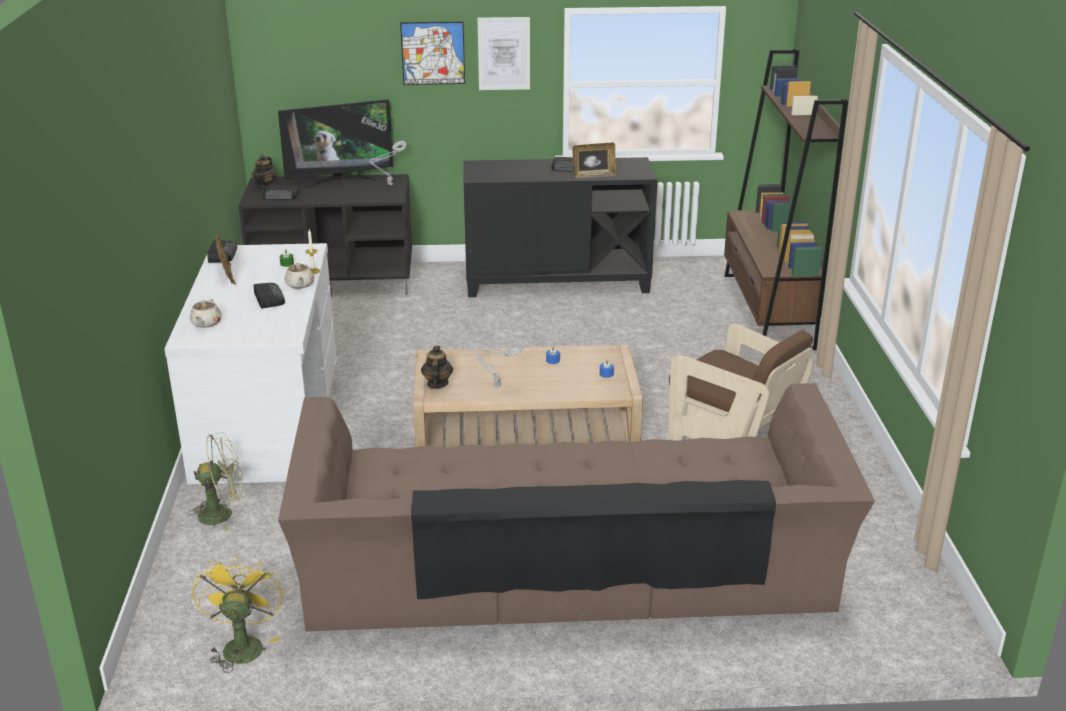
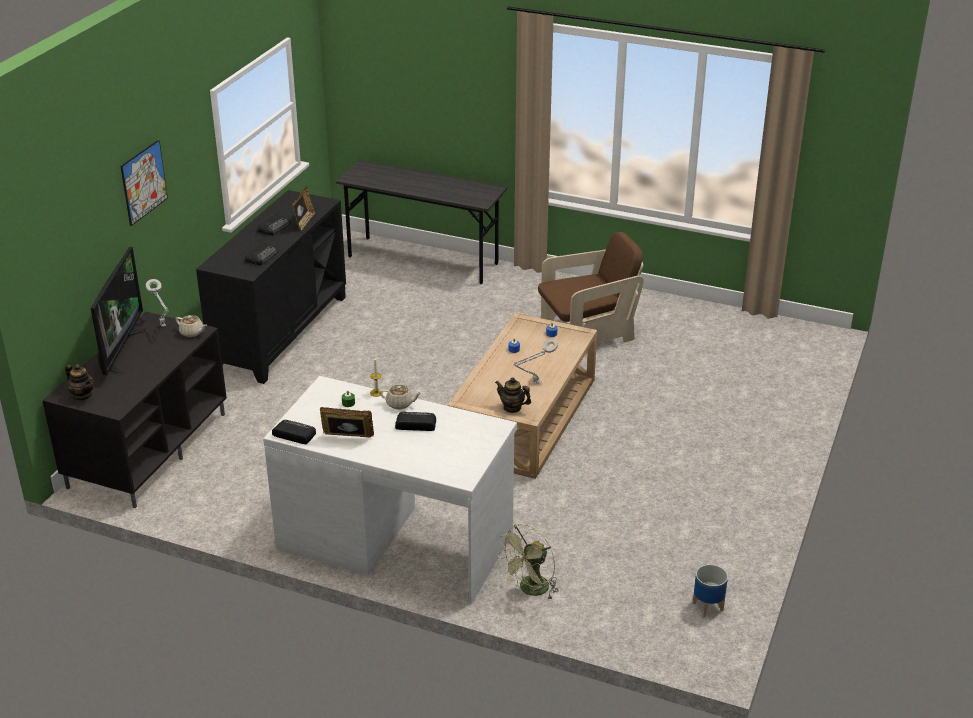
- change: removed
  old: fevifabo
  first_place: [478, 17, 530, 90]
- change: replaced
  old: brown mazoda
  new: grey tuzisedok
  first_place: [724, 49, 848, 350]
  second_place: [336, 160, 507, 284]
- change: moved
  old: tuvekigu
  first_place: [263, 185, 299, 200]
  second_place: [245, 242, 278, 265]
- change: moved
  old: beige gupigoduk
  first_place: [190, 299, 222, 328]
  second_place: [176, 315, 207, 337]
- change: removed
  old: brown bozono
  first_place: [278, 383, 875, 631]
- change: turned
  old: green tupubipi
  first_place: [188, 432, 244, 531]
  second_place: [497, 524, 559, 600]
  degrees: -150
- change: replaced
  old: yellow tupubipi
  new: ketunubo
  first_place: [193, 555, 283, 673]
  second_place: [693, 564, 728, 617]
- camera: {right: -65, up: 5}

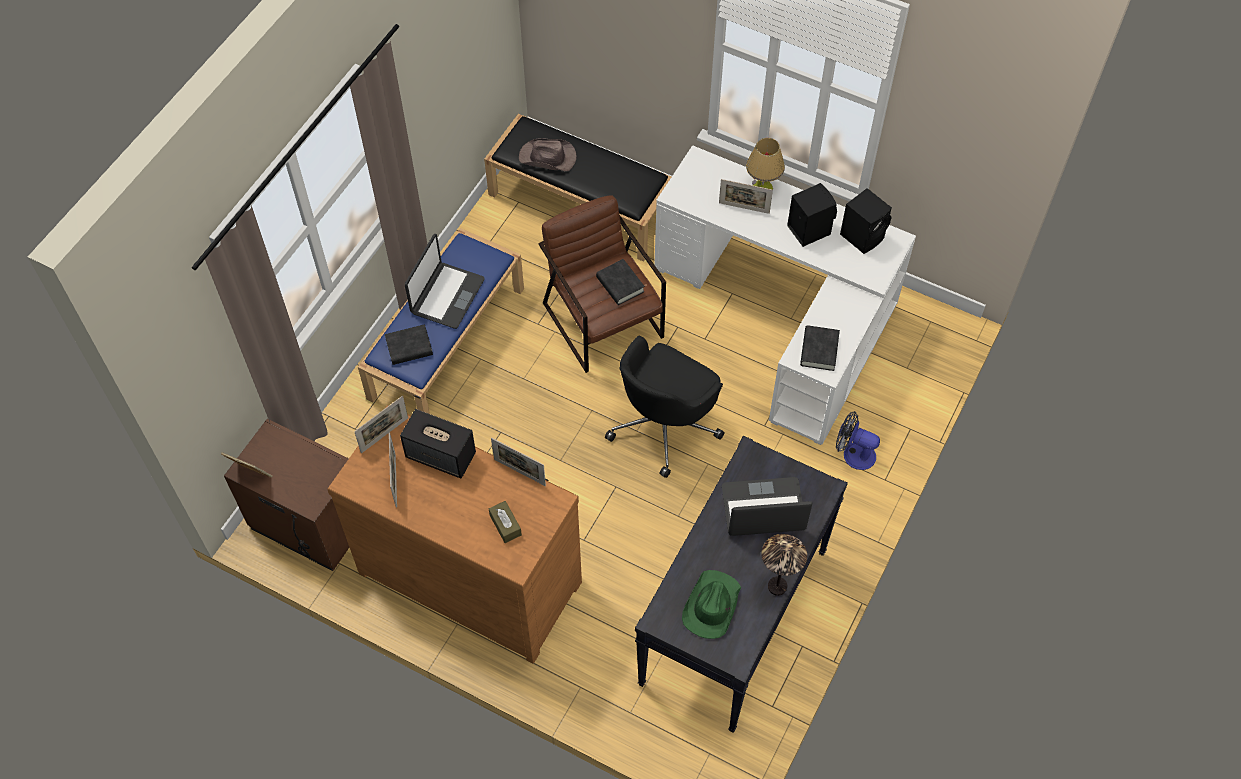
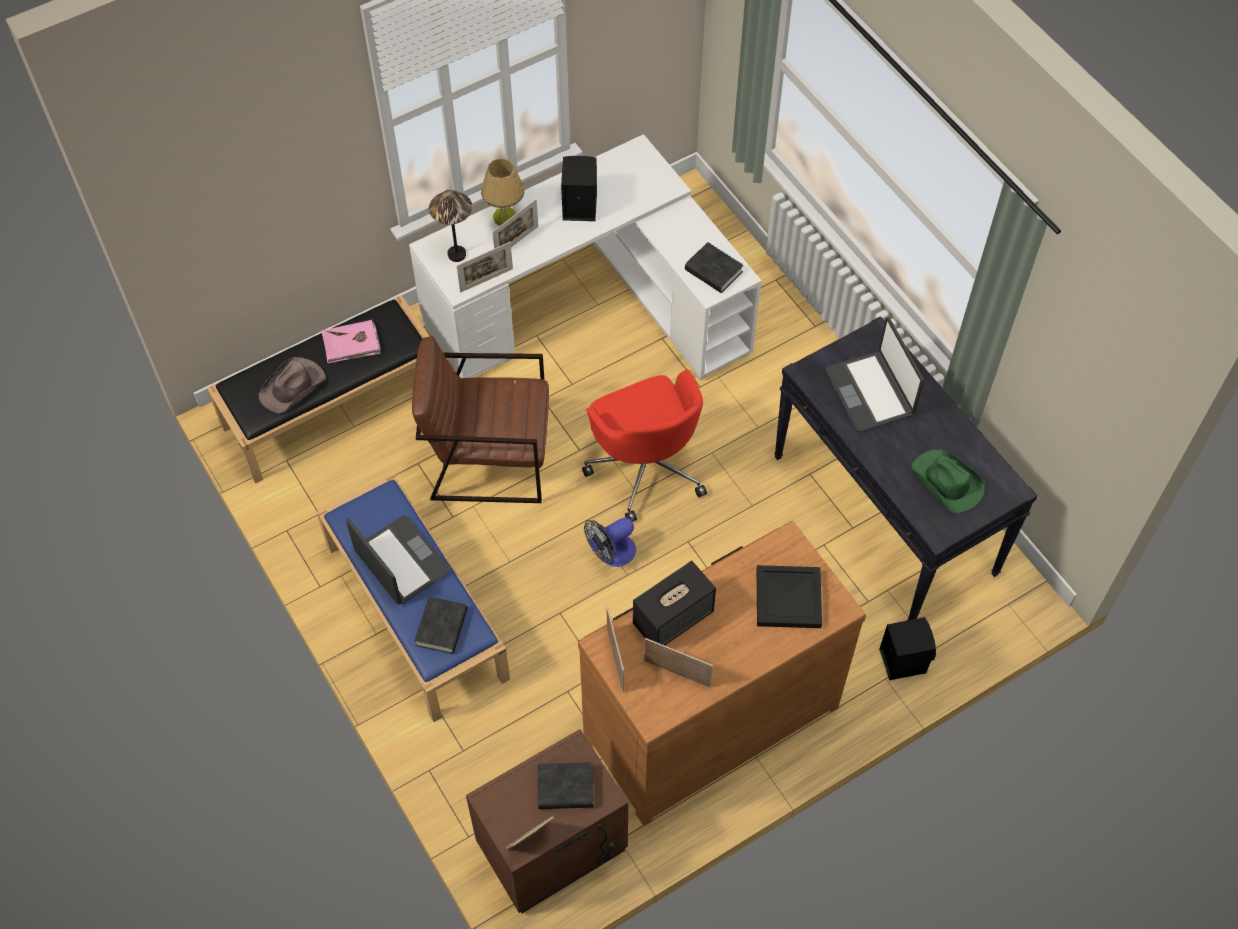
- change: moved
  old: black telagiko
  first_place: [840, 188, 892, 254]
  second_place: [879, 617, 936, 680]
- change: moved
  old: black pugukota
  first_place: [596, 259, 645, 305]
  second_place: [538, 762, 594, 809]
- change: recoloured
  old: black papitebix
  new: red papitebix
  first_place: [605, 336, 725, 478]
  second_place: [582, 370, 707, 522]
- change: moved
  old: tupubipi
  first_place: [836, 411, 880, 470]
  second_place: [584, 517, 636, 567]
- change: moved
  old: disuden
  first_place: [491, 438, 546, 486]
  second_place: [457, 242, 513, 293]
- change: turned
  old: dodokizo
  first_place: [722, 477, 812, 536]
  second_place: [825, 317, 924, 432]
  degrees: -45
- change: replaced
  old: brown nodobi
  new: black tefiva
  first_place: [489, 501, 522, 543]
  second_place: [757, 565, 822, 628]
- change: moved
  old: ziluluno
  first_place: [761, 534, 807, 596]
  second_place: [429, 190, 472, 262]
- change: added
  new: pink pugukota
  second_place: [321, 320, 381, 363]
- camera: {right: -60, up: 0}

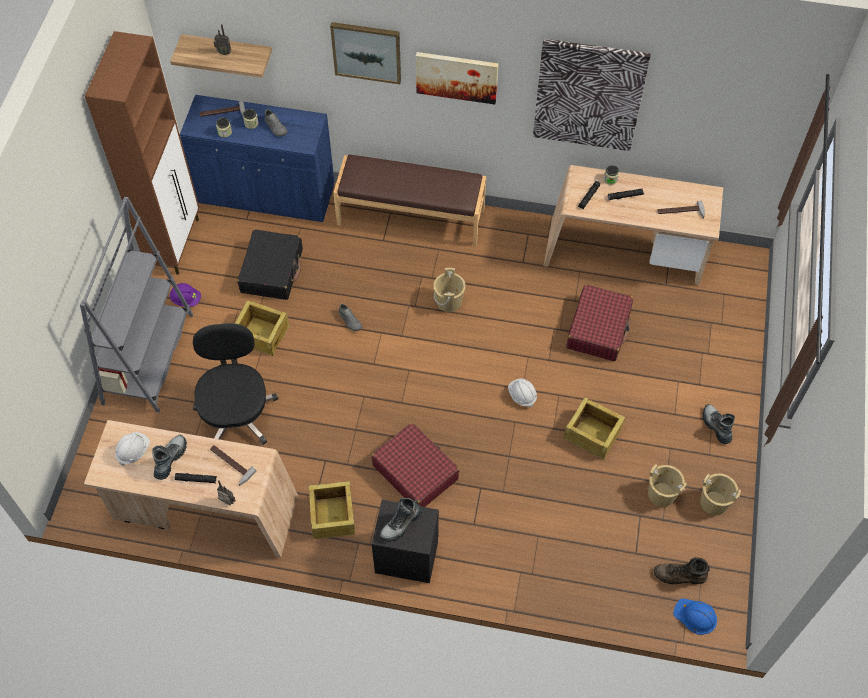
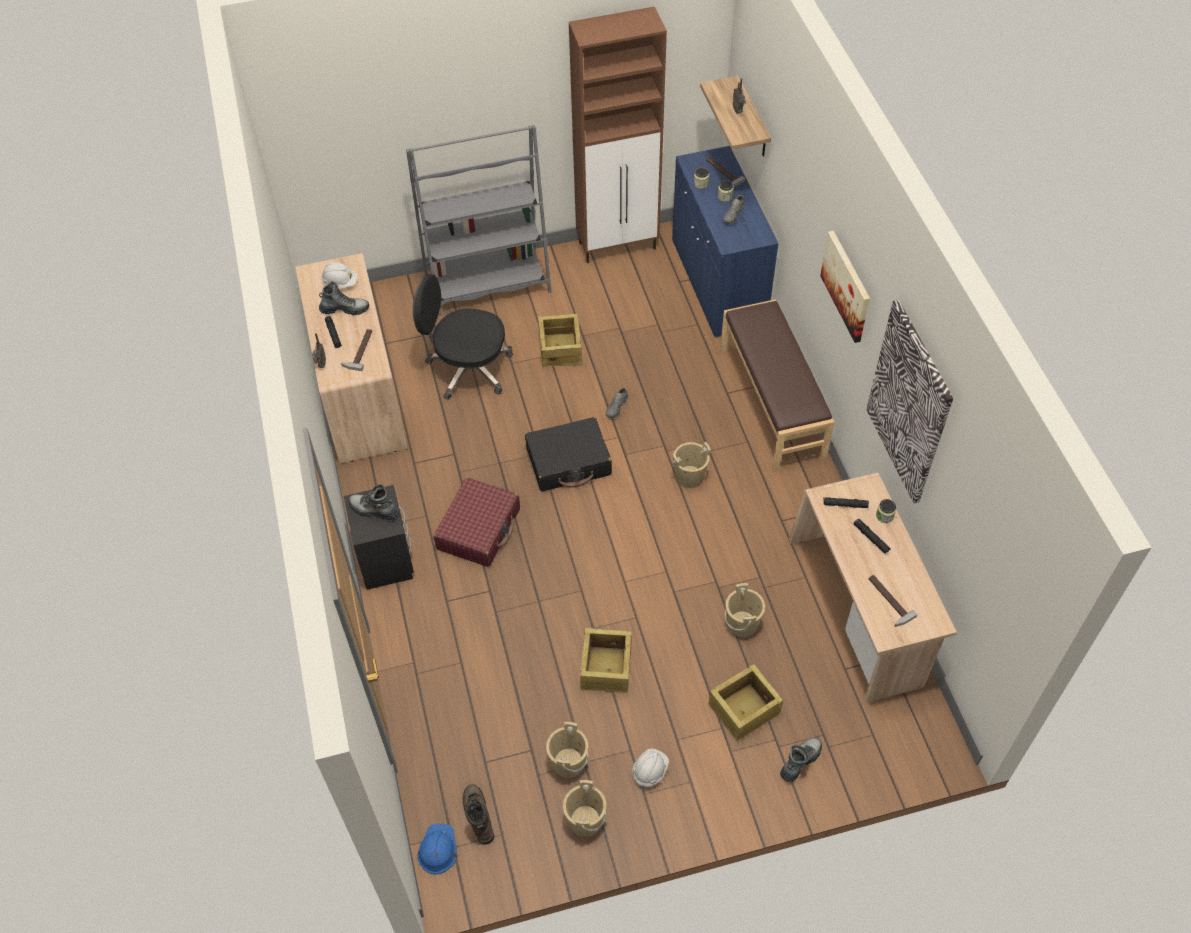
- change: removed
  old: fevifabo
  first_place: [330, 22, 401, 84]
- change: moved
  old: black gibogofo
  first_place: [237, 229, 303, 300]
  second_place: [525, 417, 612, 491]
- change: removed
  old: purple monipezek
  first_place: [170, 283, 201, 307]
- change: replaced
  old: red gibogofo
  new: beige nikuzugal
  first_place: [567, 284, 633, 361]
  second_place: [725, 583, 765, 637]
- change: turned
  old: black papitebix
  first_place: [193, 323, 279, 445]
  second_place: [413, 274, 513, 400]
  degrees: -135
- change: moved
  old: white monipezek
  first_place: [508, 378, 537, 408]
  second_place: [632, 748, 669, 788]
- change: moved
  old: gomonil
  first_place: [703, 404, 735, 444]
  second_place: [780, 737, 822, 782]
- change: moved
  old: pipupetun
  first_place: [308, 481, 355, 539]
  second_place: [708, 664, 783, 741]
- camera: {right: 65, up: -5}

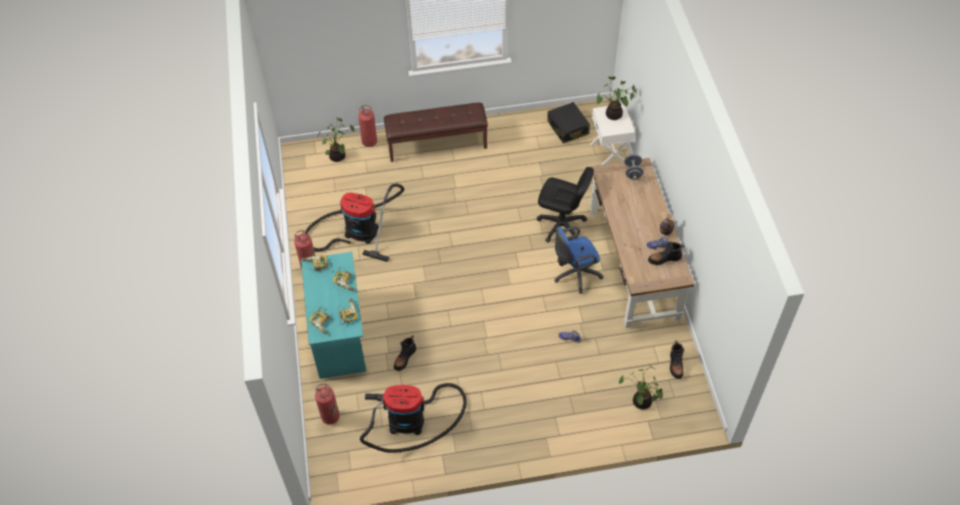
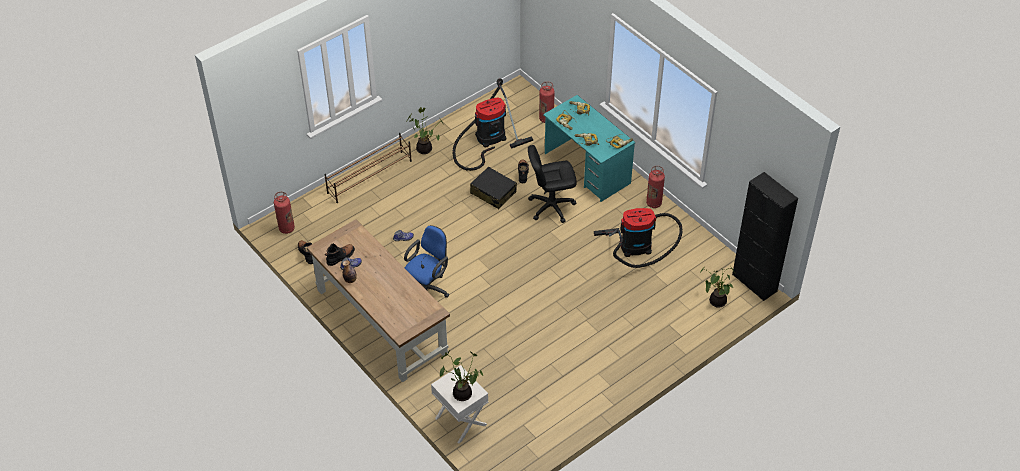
- change: moved
  old: black gibogofo
  first_place: [547, 102, 590, 143]
  second_place: [470, 166, 517, 209]
- change: removed
  old: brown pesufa
  first_place: [384, 103, 488, 162]
- change: moved
  old: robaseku
  first_place: [358, 105, 377, 147]
  second_place: [274, 192, 295, 234]
- change: removed
  old: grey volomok
  first_place: [624, 153, 643, 180]
- change: moved
  old: black papitebix
  first_place: [537, 167, 594, 243]
  second_place: [528, 145, 577, 223]
- change: moved
  old: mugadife
  first_place: [618, 365, 663, 410]
  second_place: [406, 107, 444, 154]
- change: added
  new: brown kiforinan
  second_place: [324, 133, 412, 203]
- change: added
  new: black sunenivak
  second_place: [732, 172, 798, 301]
- camera: {right: 150, up: -5}

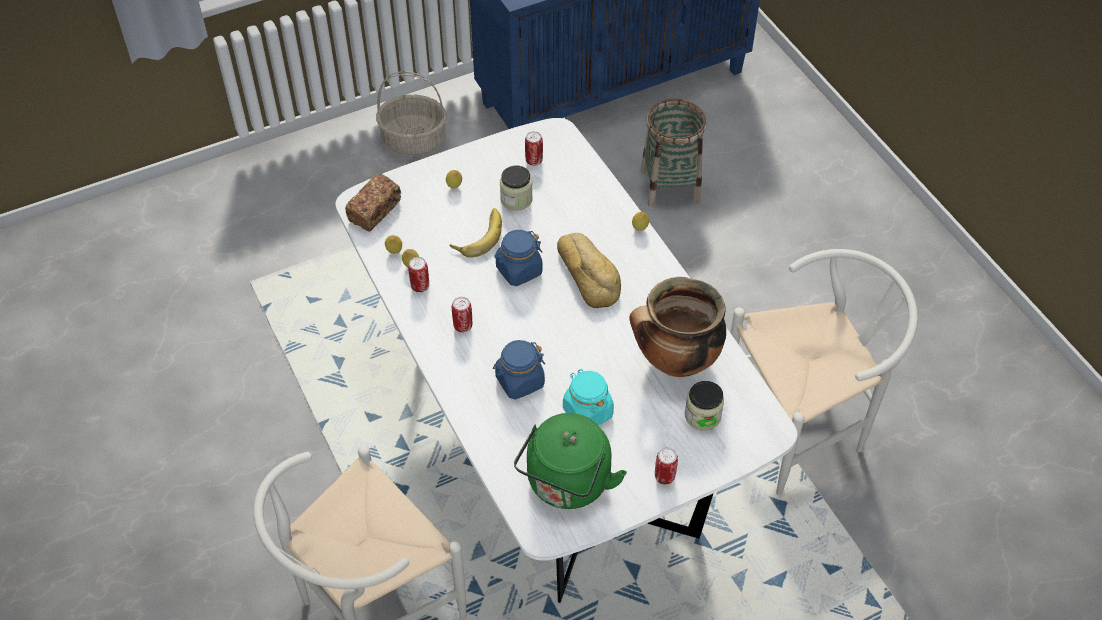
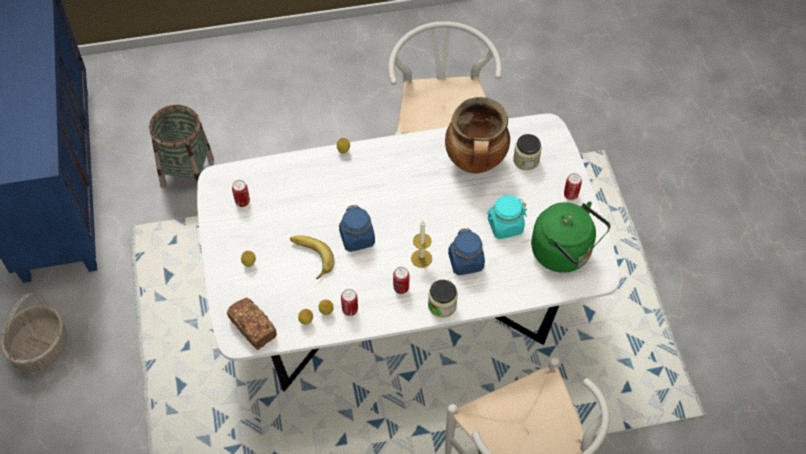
- change: moved
  old: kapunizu
  first_place: [500, 165, 532, 211]
  second_place: [428, 280, 458, 318]
- change: removed
  old: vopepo
  first_place: [557, 233, 621, 308]
- change: added
  new: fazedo
  second_place: [411, 221, 432, 268]
- camera: {right: -75, up: 5}

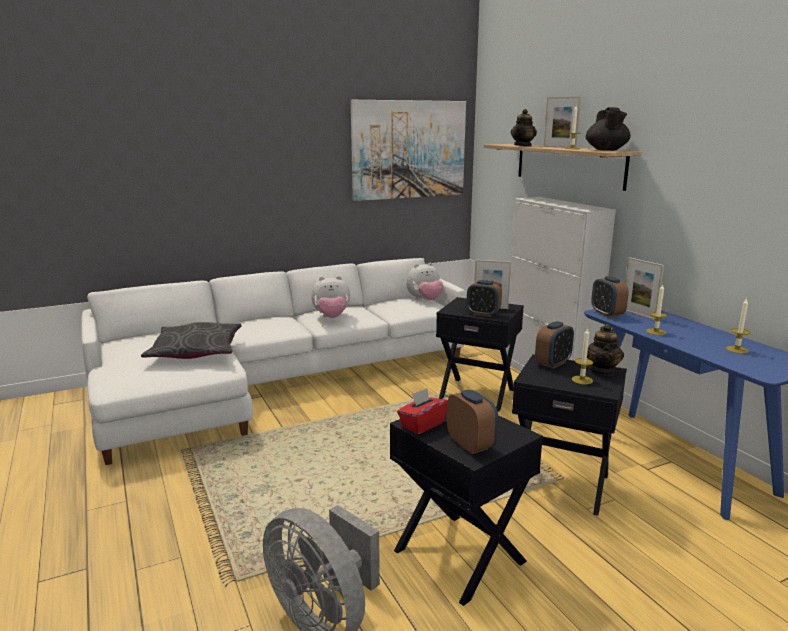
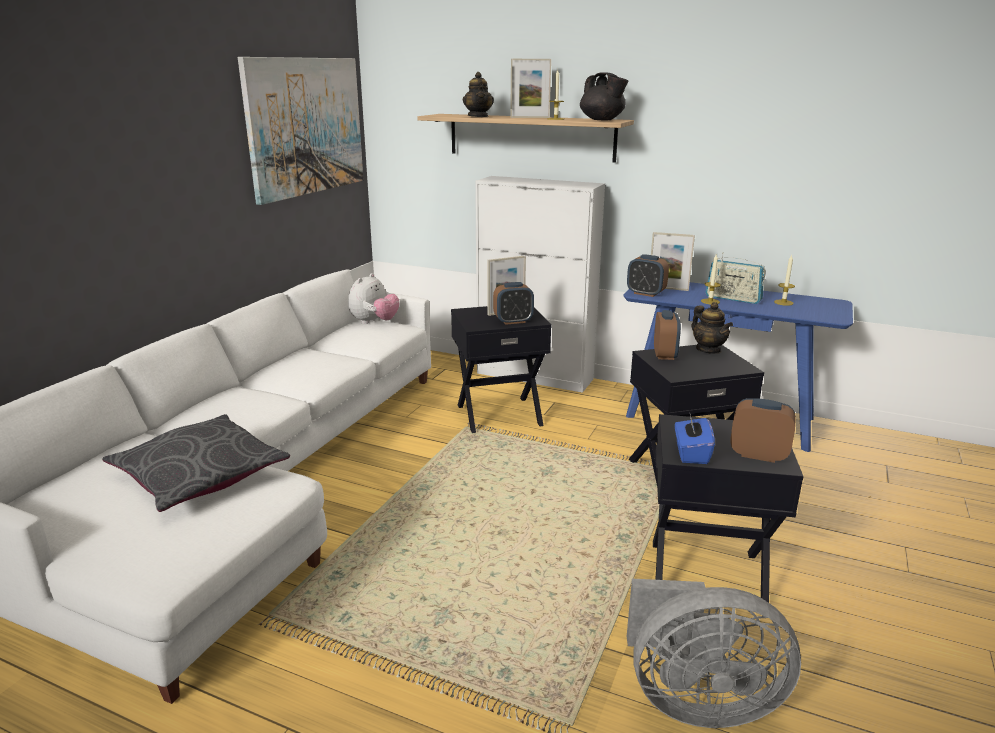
- change: removed
  old: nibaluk
  first_place: [311, 276, 350, 318]
- change: removed
  old: fazedo
  first_place: [572, 328, 593, 384]
- change: recoloured
  old: red nodobi
  new: blue nodobi
  first_place: [397, 388, 448, 435]
  second_place: [675, 414, 715, 464]
- change: added
  new: tuvekigu
  second_place: [706, 252, 766, 304]
- camera: {right: -40, up: 5}

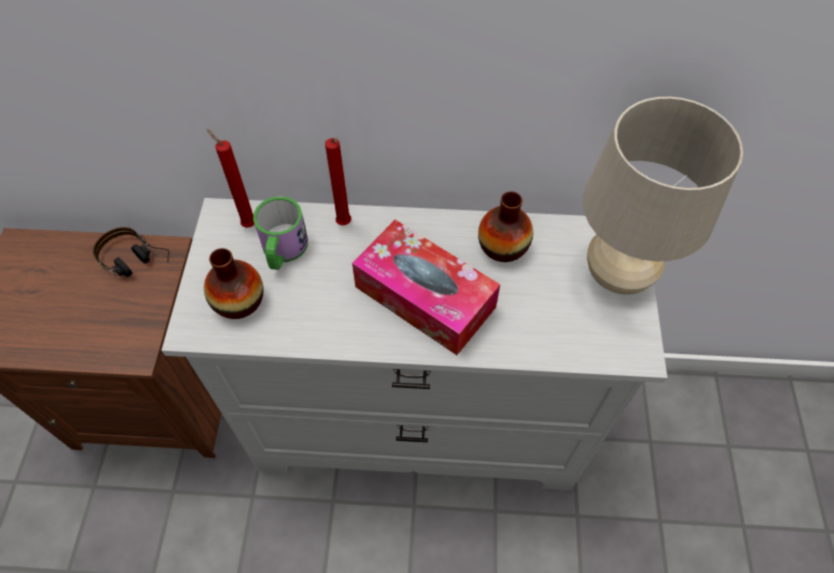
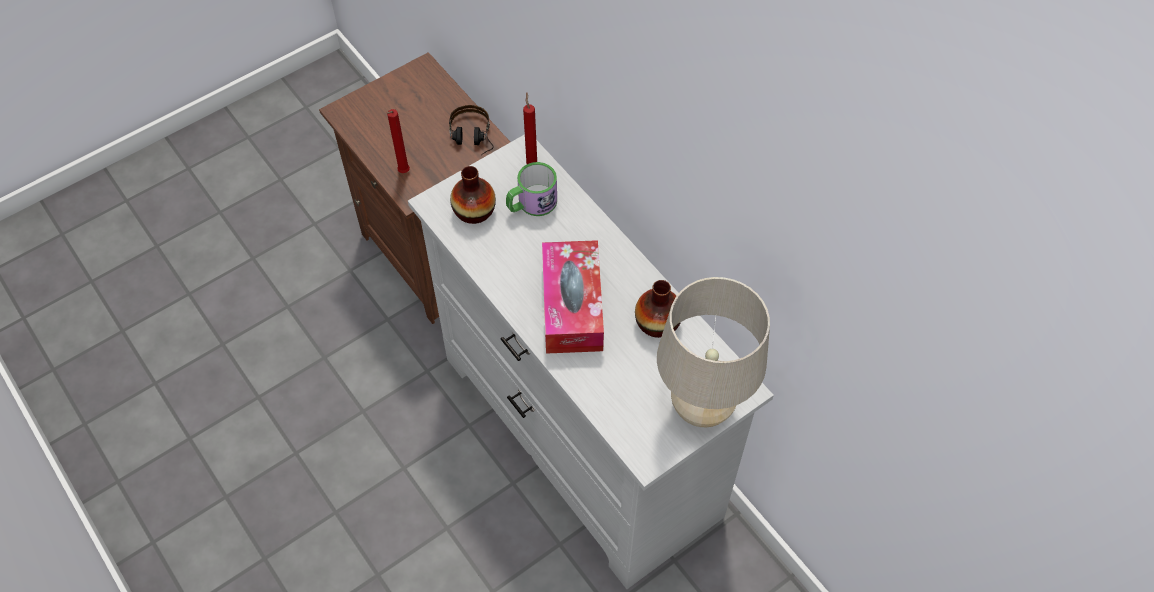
- change: moved
  old: red fazedo
  first_place: [325, 138, 351, 225]
  second_place: [386, 109, 410, 173]
- camera: {right: 50, up: 0}

